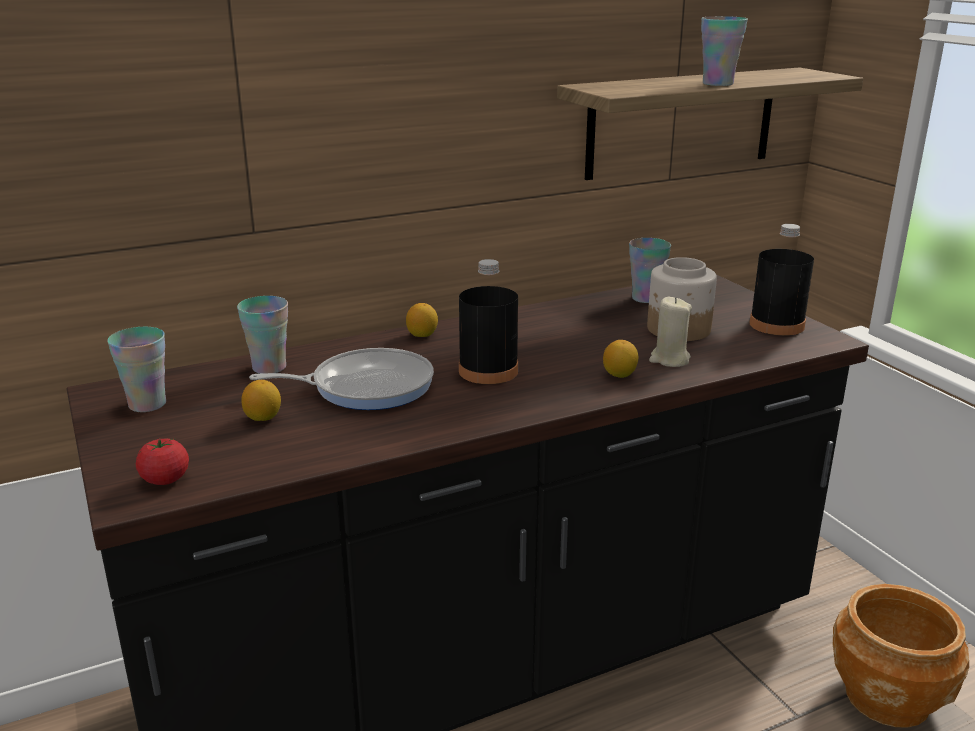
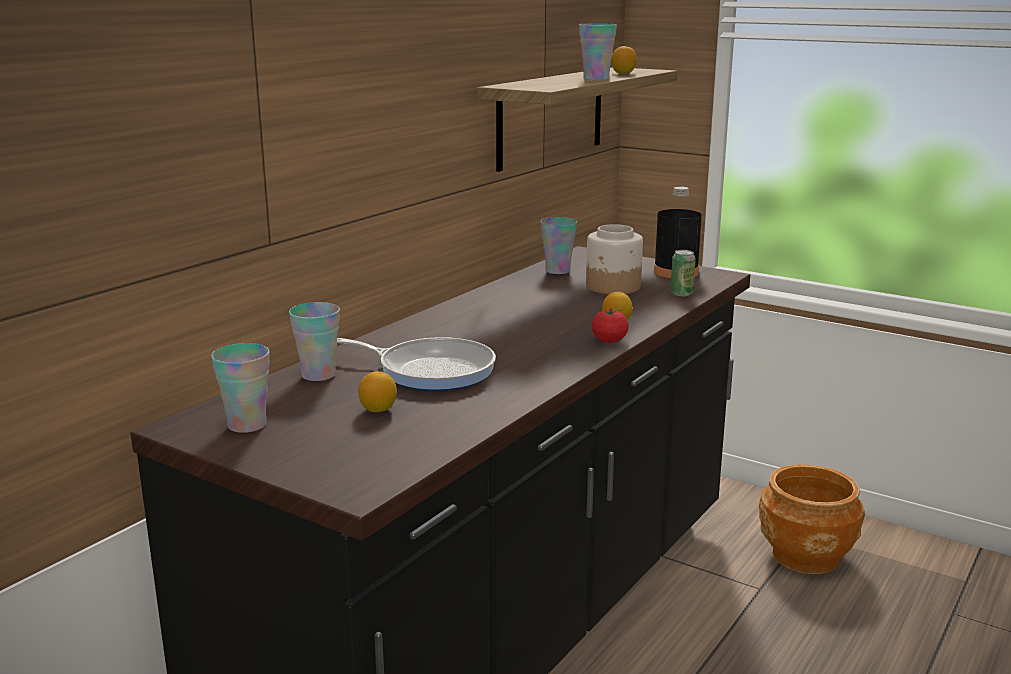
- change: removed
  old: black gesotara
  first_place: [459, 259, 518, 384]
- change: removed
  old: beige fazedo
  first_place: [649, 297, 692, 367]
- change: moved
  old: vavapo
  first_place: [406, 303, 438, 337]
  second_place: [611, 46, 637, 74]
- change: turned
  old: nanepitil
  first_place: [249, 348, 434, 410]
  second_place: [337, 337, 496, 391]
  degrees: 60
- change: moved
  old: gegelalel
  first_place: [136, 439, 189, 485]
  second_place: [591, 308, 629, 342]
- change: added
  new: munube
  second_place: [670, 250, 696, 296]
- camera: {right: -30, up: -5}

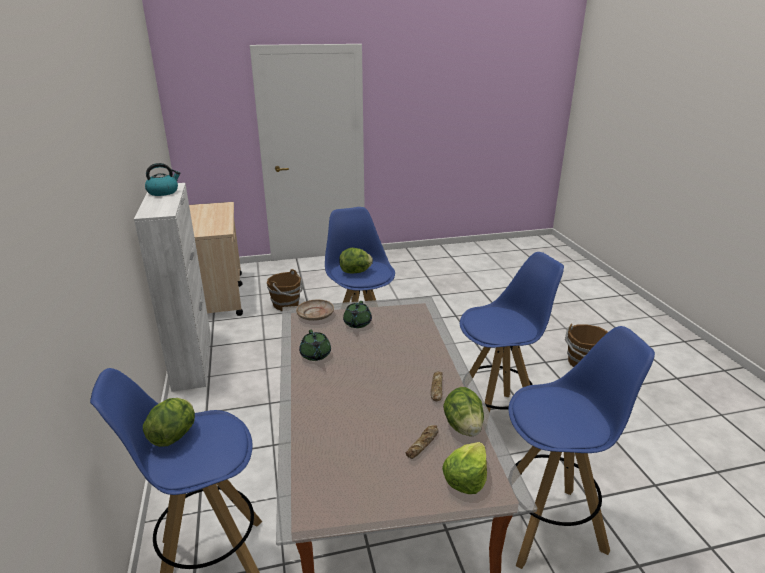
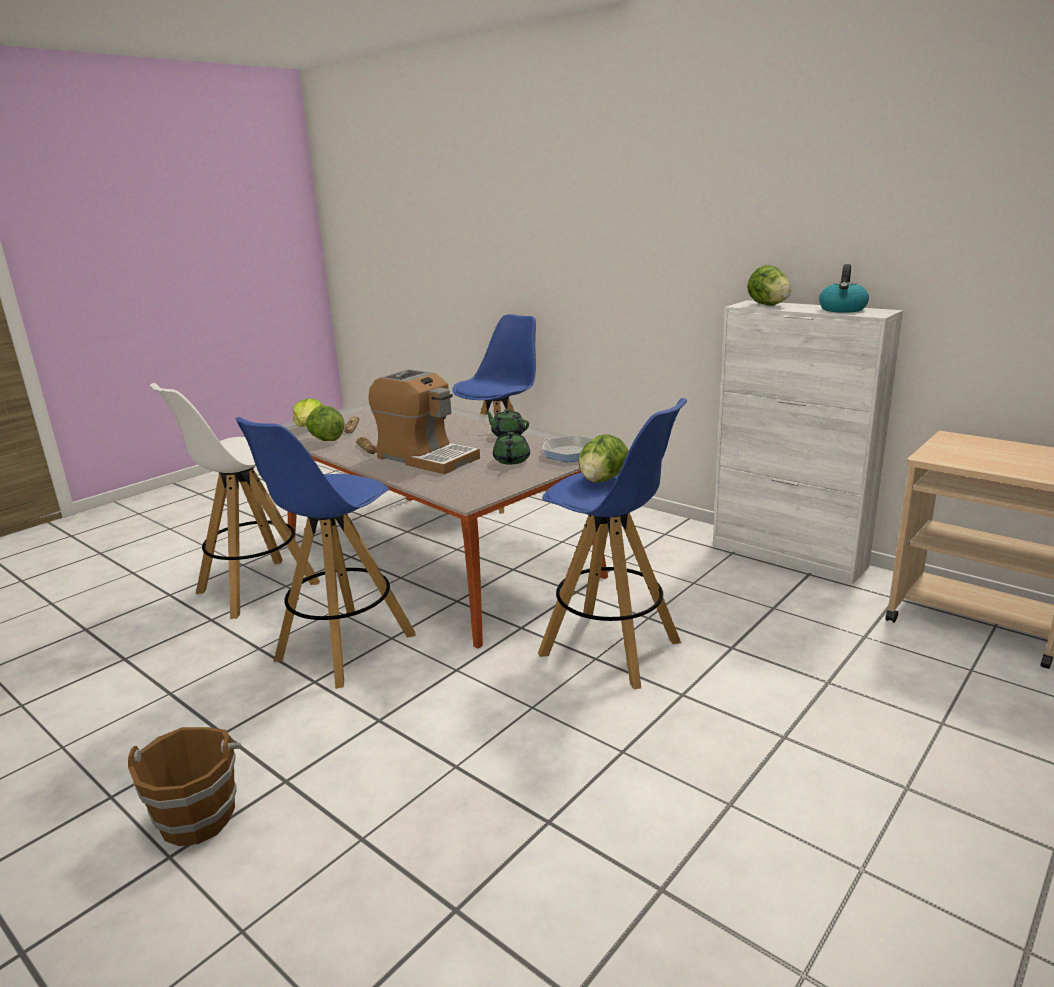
- change: removed
  old: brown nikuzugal
  first_place: [267, 269, 303, 311]
- change: replaced
  old: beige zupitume
  new: nanepitil
  first_place: [296, 300, 334, 321]
  second_place: [542, 436, 593, 462]
- change: turned
  old: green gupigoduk
  first_place: [343, 301, 372, 328]
  second_place: [493, 432, 530, 465]
  degrees: -150
- change: recoloured
  old: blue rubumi
  new: white rubumi
  first_place: [509, 326, 655, 569]
  second_place: [150, 383, 320, 619]
- change: moved
  old: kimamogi
  first_place: [143, 398, 195, 447]
  second_place: [747, 265, 791, 306]
- change: added
  new: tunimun
  second_place: [368, 369, 480, 474]
- camera: {right: 145, up: -5}

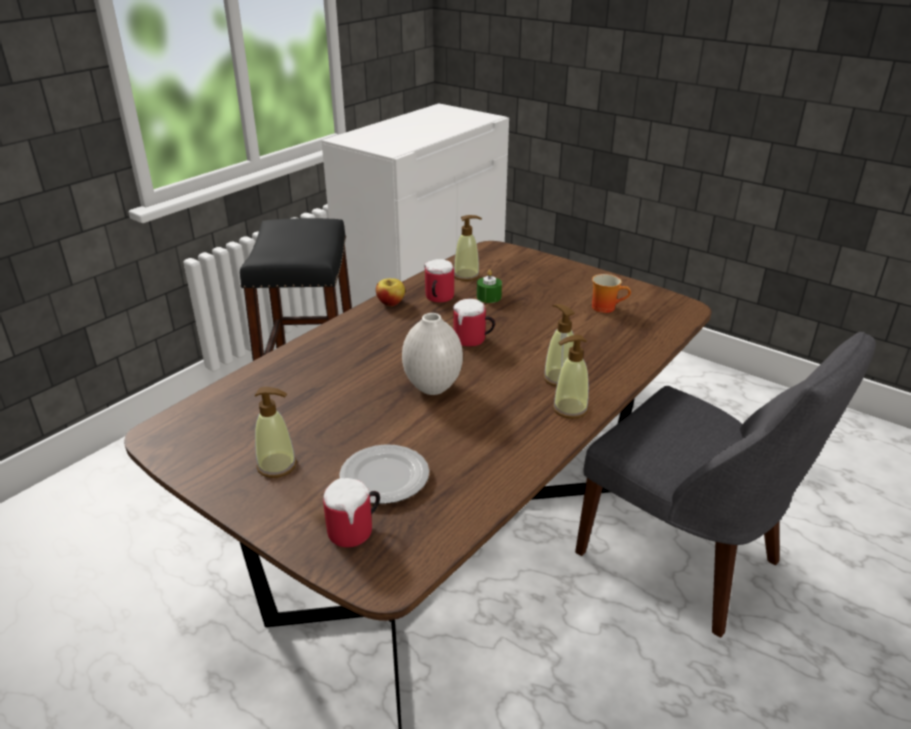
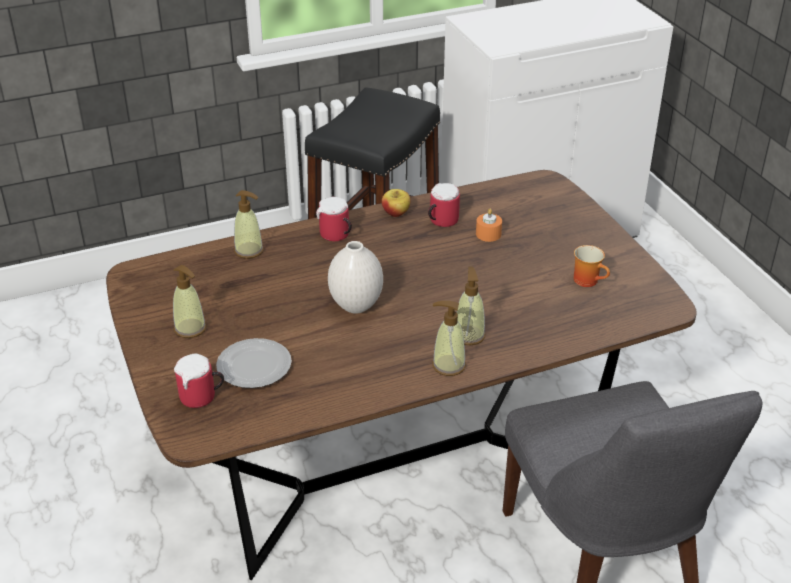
- change: moved
  old: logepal
  first_place: [454, 215, 482, 281]
  second_place: [234, 190, 264, 259]
- change: recoloured
  old: green fazedo
  new: orange fazedo
  first_place: [477, 270, 502, 303]
  second_place: [476, 208, 502, 242]
- change: moved
  old: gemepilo
  first_place: [453, 299, 495, 347]
  second_place: [316, 197, 352, 241]
- camera: {right: 30, up: 5}

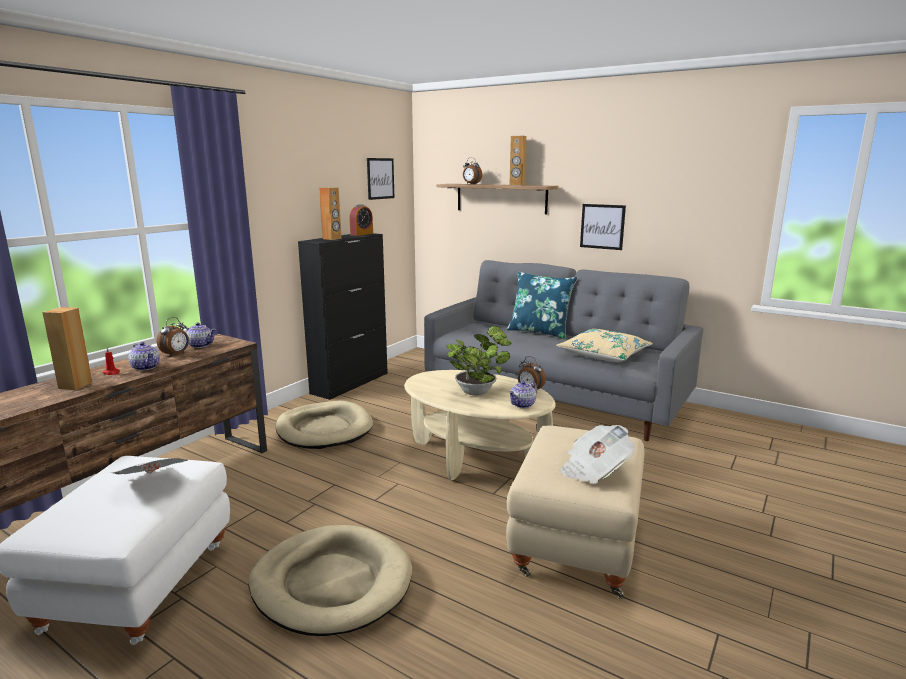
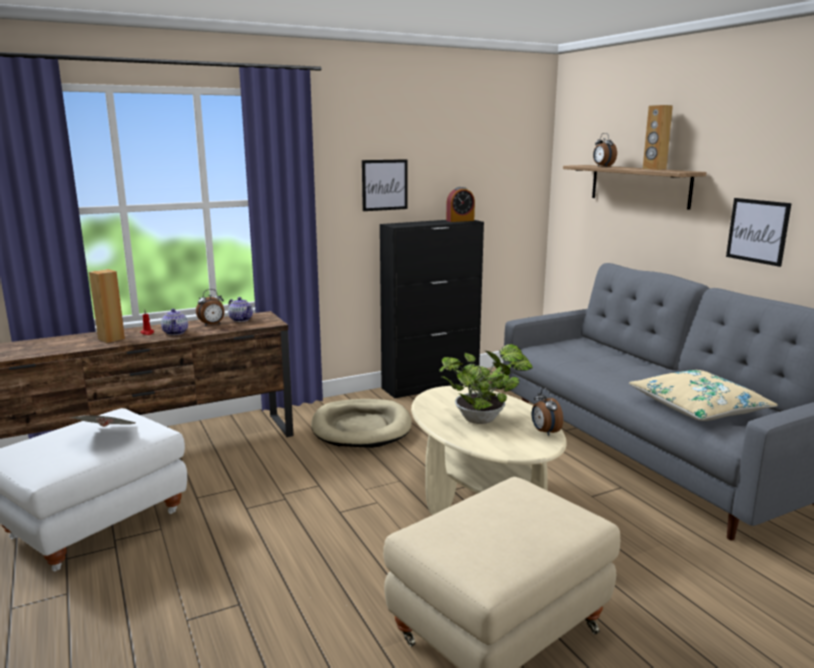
- change: moved
  old: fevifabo
  first_place: [367, 158, 394, 200]
  second_place: [362, 159, 408, 211]
- change: removed
  old: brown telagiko
  first_place: [319, 187, 341, 240]
- change: removed
  old: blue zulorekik
  first_place: [507, 271, 577, 339]
- change: removed
  old: gupigoduk
  first_place: [509, 381, 537, 408]
- change: removed
  old: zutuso
  first_place: [560, 425, 635, 484]
- change: removed
  old: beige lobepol
  first_place: [249, 525, 412, 636]
- camera: {right: 30, up: 0}

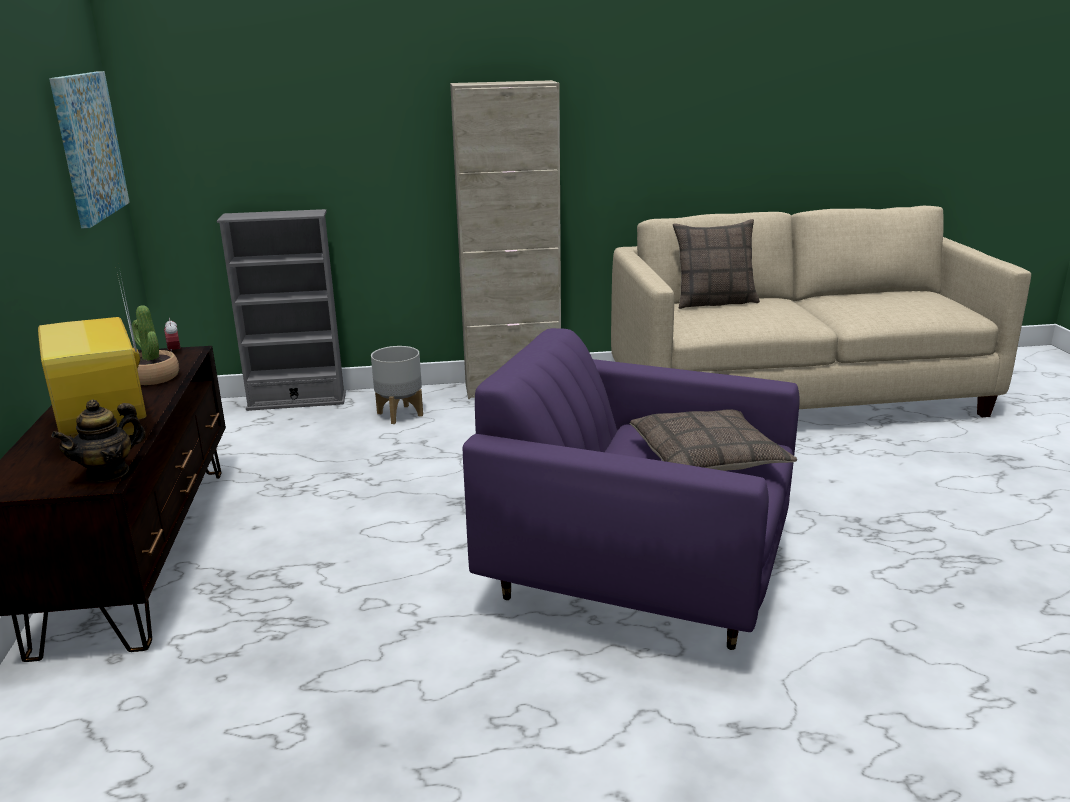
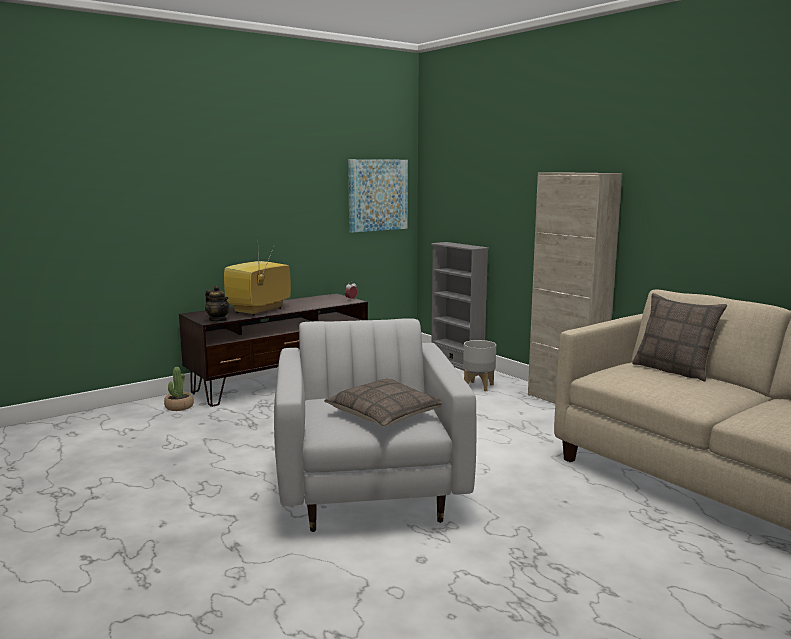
- change: moved
  old: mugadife
  first_place: [132, 305, 179, 385]
  second_place: [164, 367, 194, 411]
- change: recoloured
  old: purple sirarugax
  new: white sirarugax
  first_place: [463, 328, 800, 650]
  second_place: [274, 319, 476, 532]
- change: turned
  old: gupigoduk
  first_place: [51, 399, 146, 482]
  second_place: [205, 286, 230, 321]
  degrees: -150
- camera: {right: 60, up: -10}

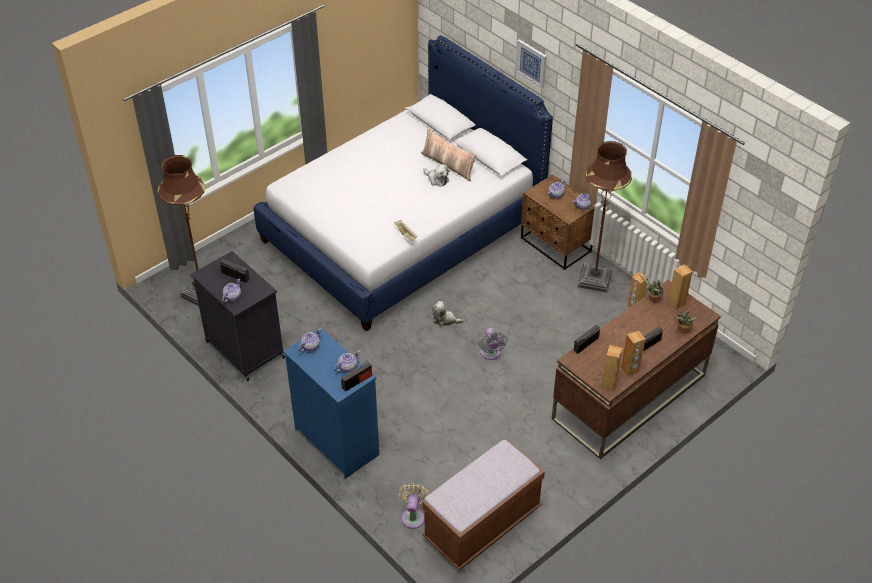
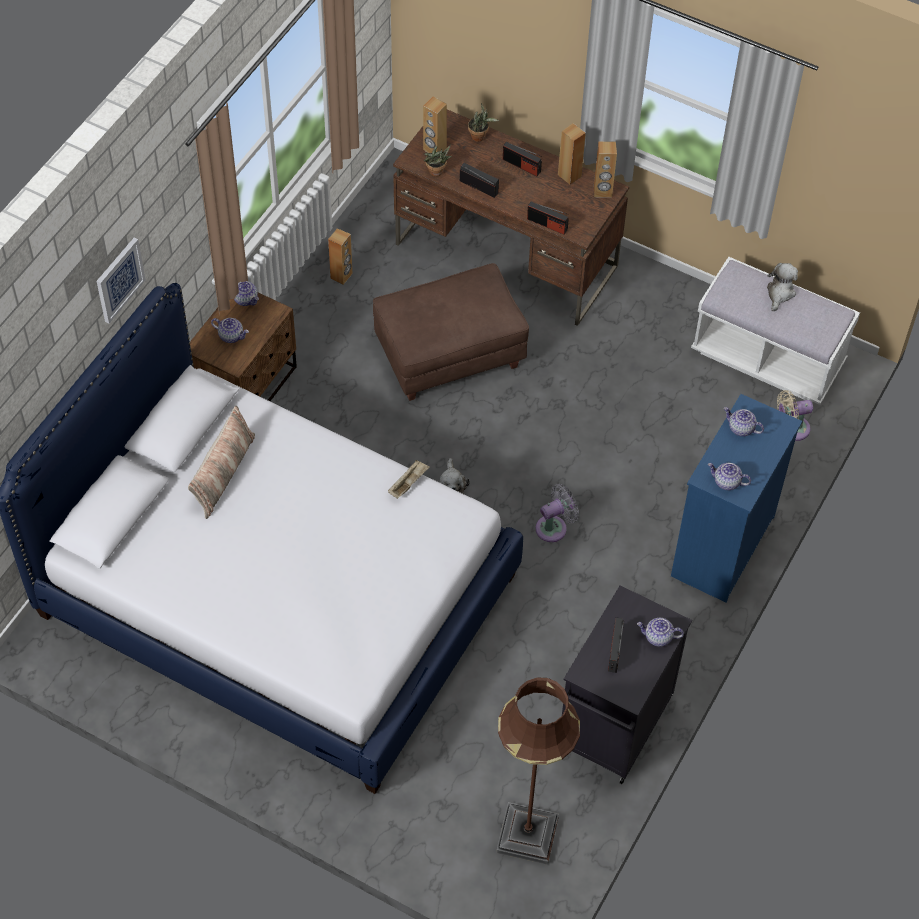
- change: removed
  old: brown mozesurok
  first_place: [577, 141, 632, 293]
- change: moved
  old: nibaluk
  first_place: [423, 164, 450, 187]
  second_place: [767, 263, 798, 311]
- change: moved
  old: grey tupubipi
  first_place: [479, 328, 507, 360]
  second_place: [536, 484, 579, 542]
- change: moved
  old: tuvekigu
  first_place: [341, 360, 372, 392]
  second_place: [460, 163, 499, 198]
- change: recoloured
  old: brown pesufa
  new: white pesufa
  first_place: [422, 439, 545, 570]
  second_place: [691, 257, 860, 405]
- change: added
  new: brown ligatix
  second_place: [373, 263, 529, 401]
- camera: {right: -110, up: 10}

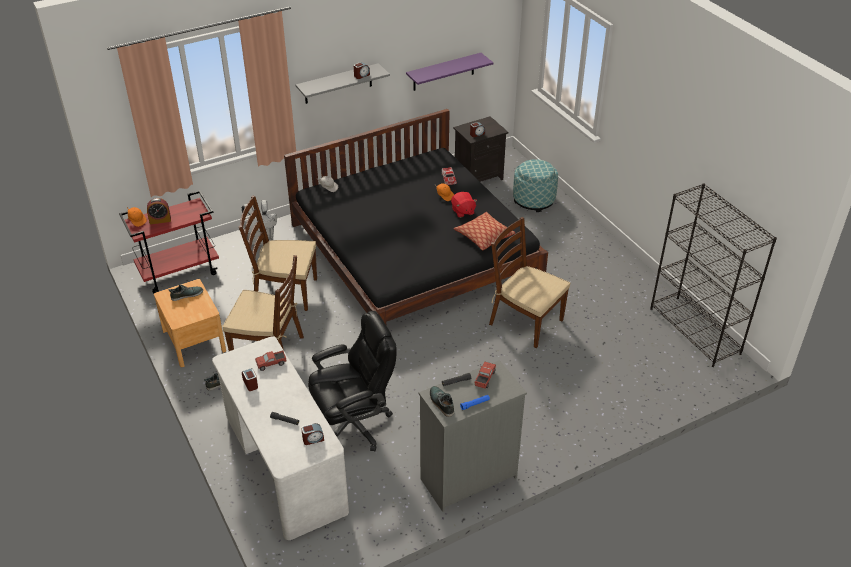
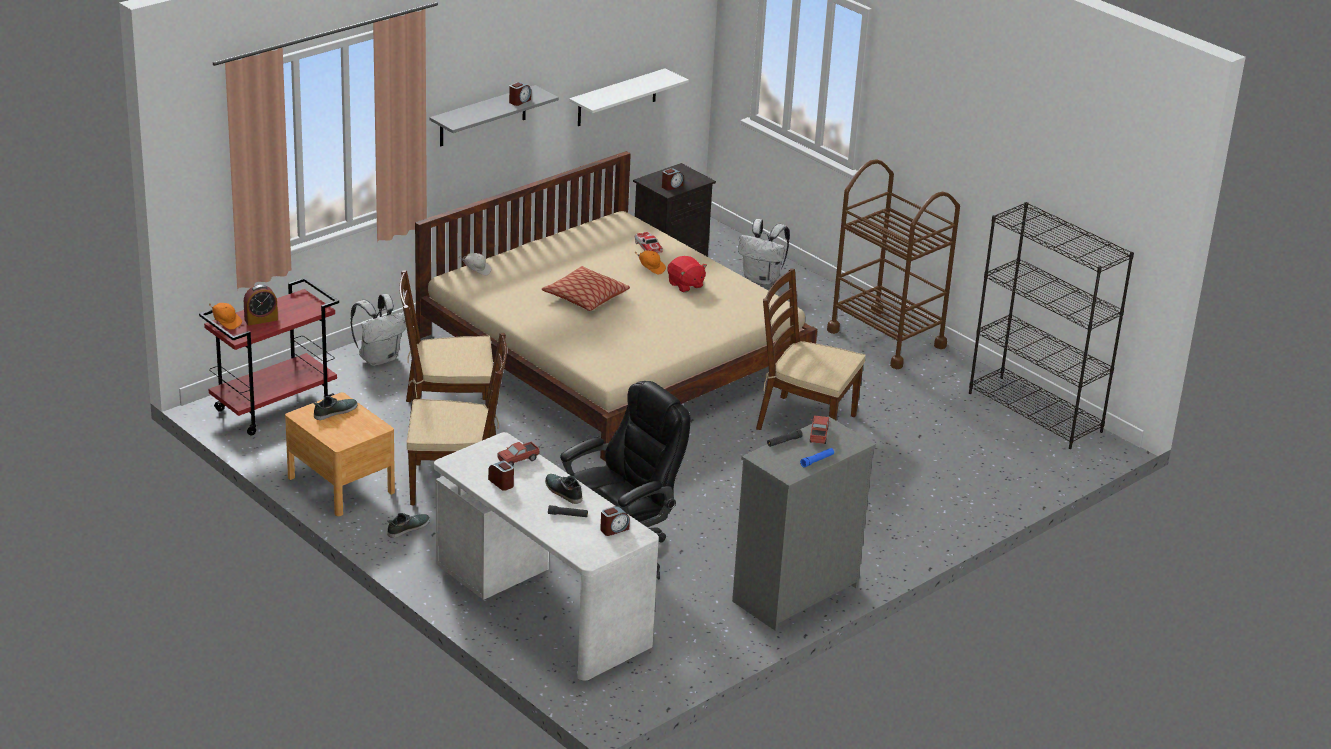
- change: recoloured
  old: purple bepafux
  new: white bepafux
  first_place: [406, 53, 493, 91]
  second_place: [569, 68, 689, 126]
- change: recoloured
  old: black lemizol
  new: beige lemizol
  first_place: [284, 109, 548, 324]
  second_place: [415, 151, 817, 461]
- change: replaced
  old: ligatix
  new: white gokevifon
  first_place: [513, 159, 558, 212]
  second_place: [738, 219, 790, 285]
- change: moved
  old: zulorekik
  first_place: [454, 212, 515, 250]
  second_place: [542, 266, 630, 311]
- change: moved
  old: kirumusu
  first_place: [430, 386, 454, 417]
  second_place: [545, 474, 582, 504]
- change: added
  new: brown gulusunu
  second_place: [827, 159, 960, 369]
- camera: {right: -15, up: -10}

